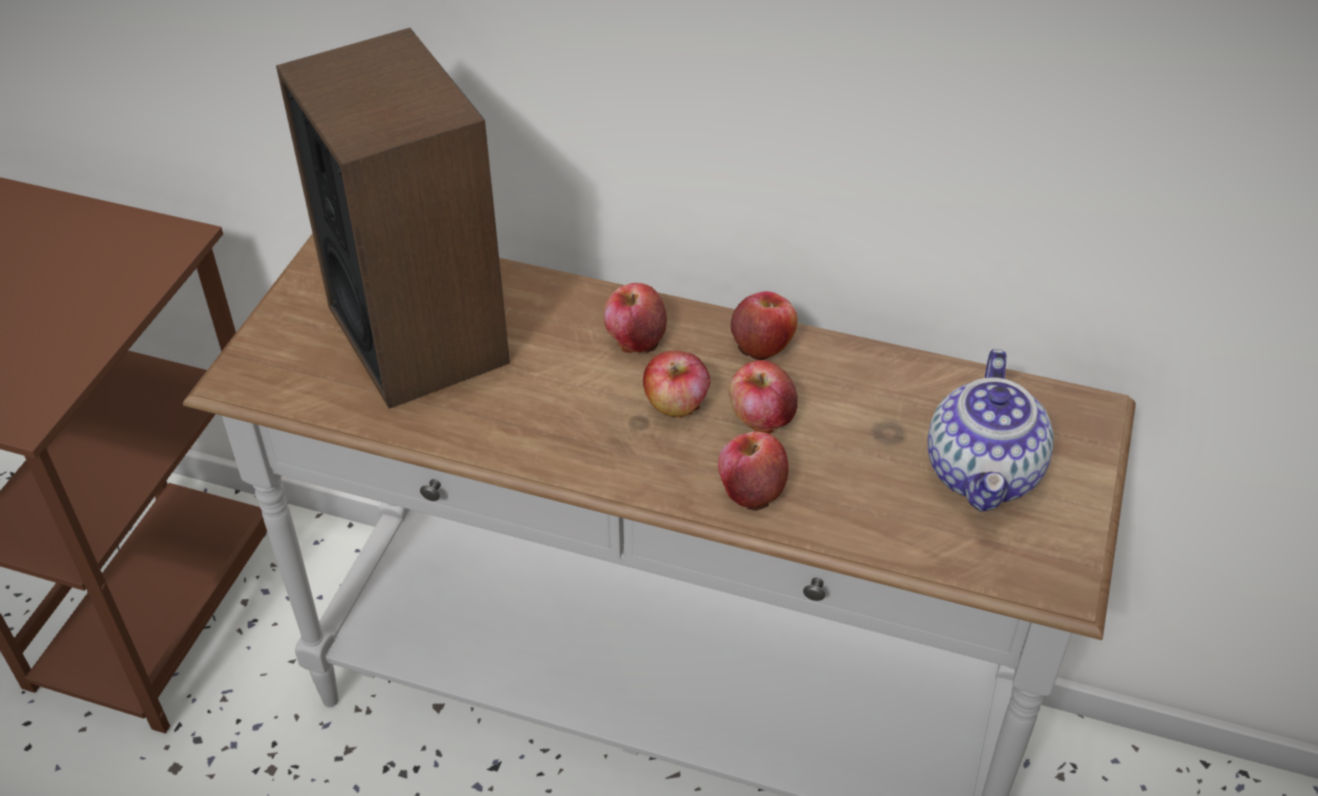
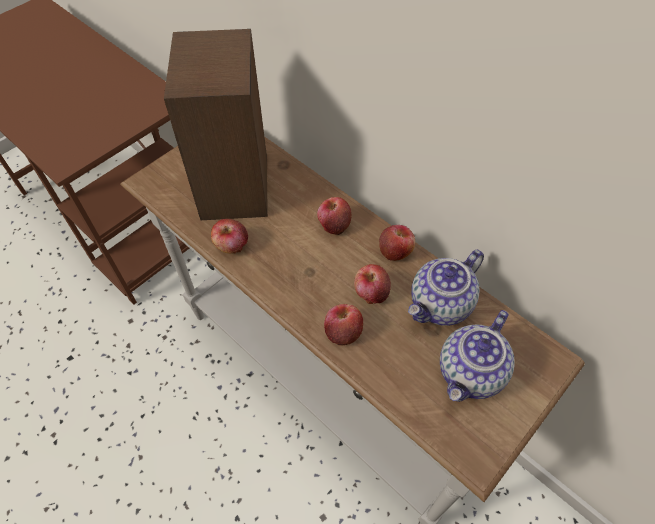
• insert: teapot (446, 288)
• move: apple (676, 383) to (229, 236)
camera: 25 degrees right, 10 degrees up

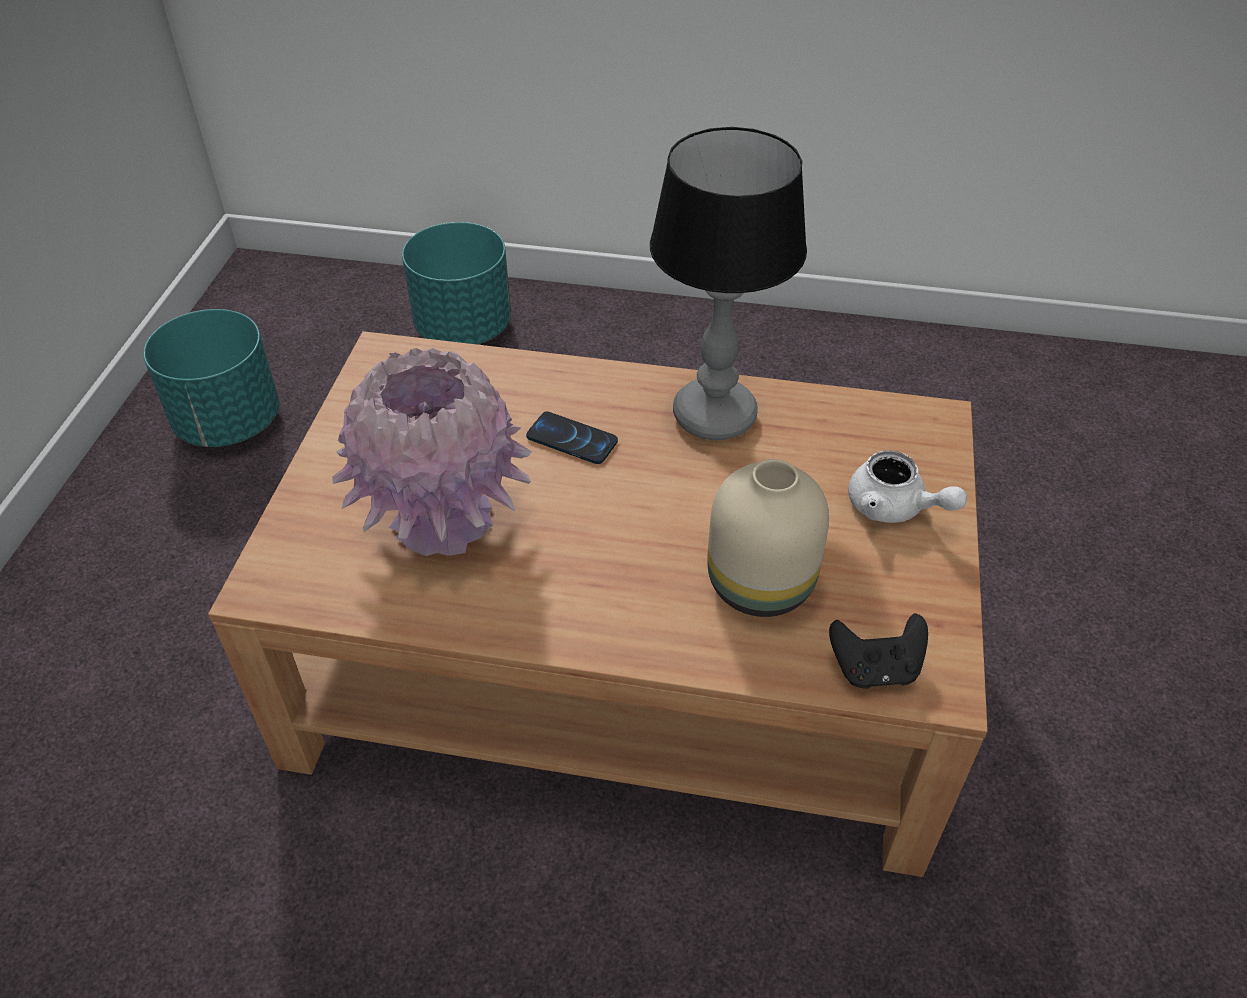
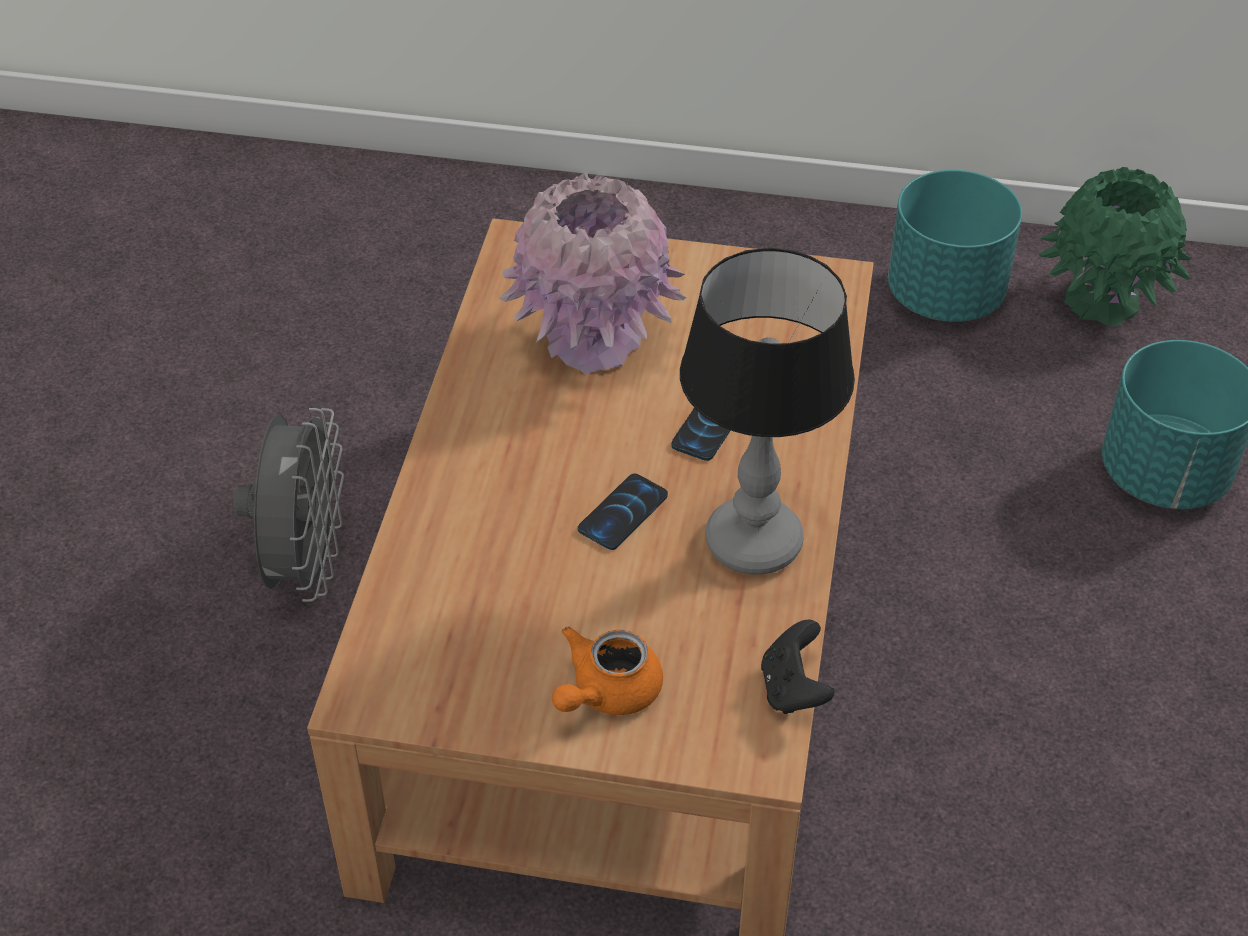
• delete: beige vase (768, 538)
• insert: grey fan (288, 505)
• insert: phone (622, 512)
• insert: green vase (1115, 246)
• move: black game controller (878, 651) to (798, 667)
• recolor: white teapot (907, 486) to orange teapot (607, 670)
camera: 90 degrees right, 0 degrees up

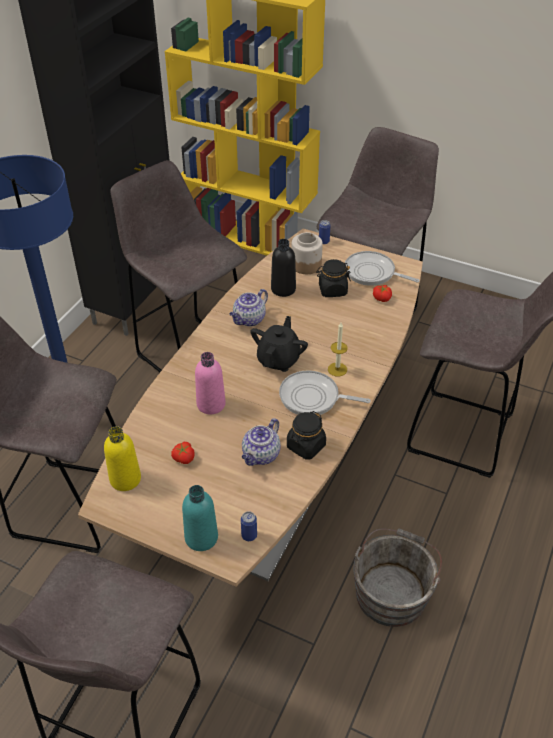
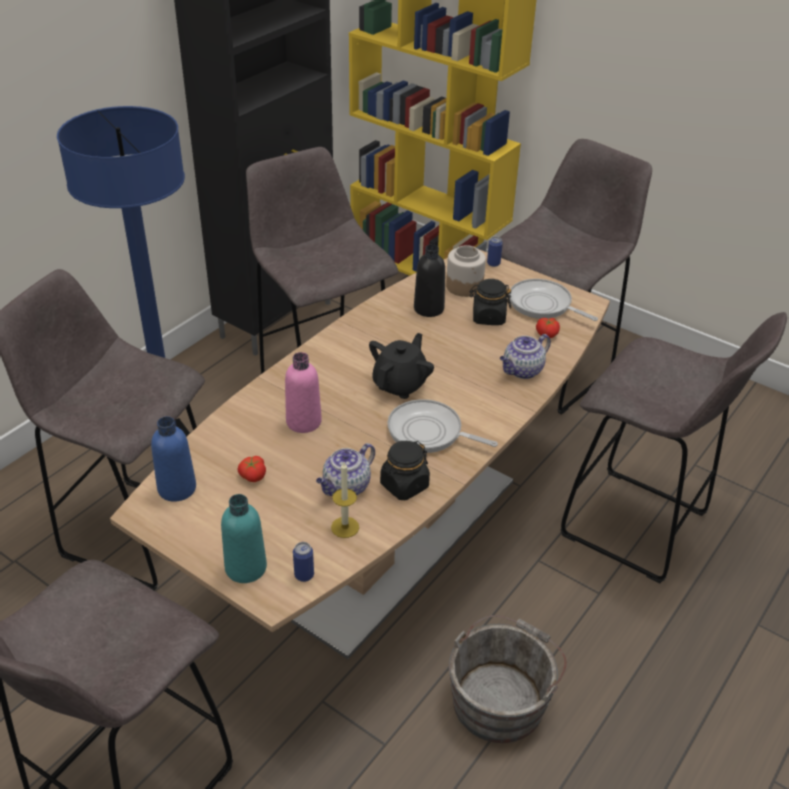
• move: teapot (248, 307) to (525, 356)
• move: candle (338, 350) to (345, 500)
• recolor: yellow bottle (122, 458) to blue bottle (173, 459)
camera: 10 degrees right, 5 degrees down

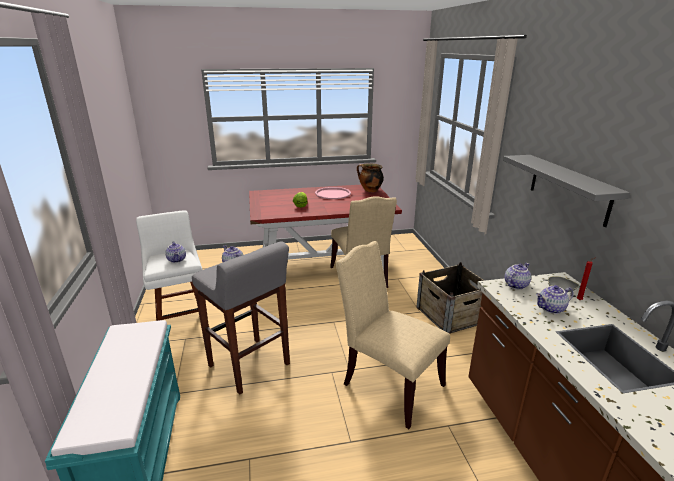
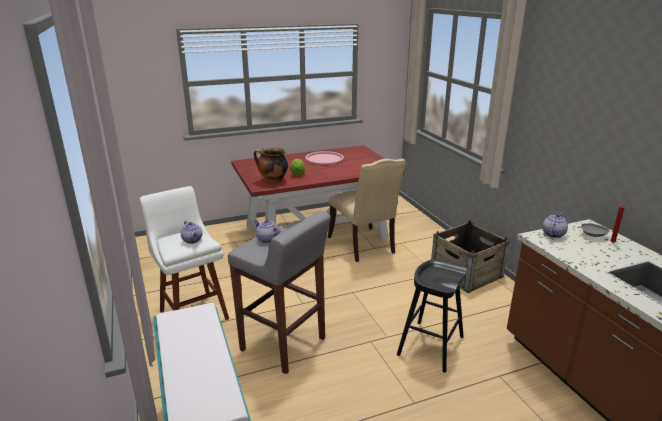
• delete: grey shelf (566, 191)
• delete: teapot (554, 299)
• move: cooking pot (370, 178) to (270, 165)
• replace: beige chair (393, 335) to black stool (432, 316)
camera: 10 degrees left, 0 degrees up

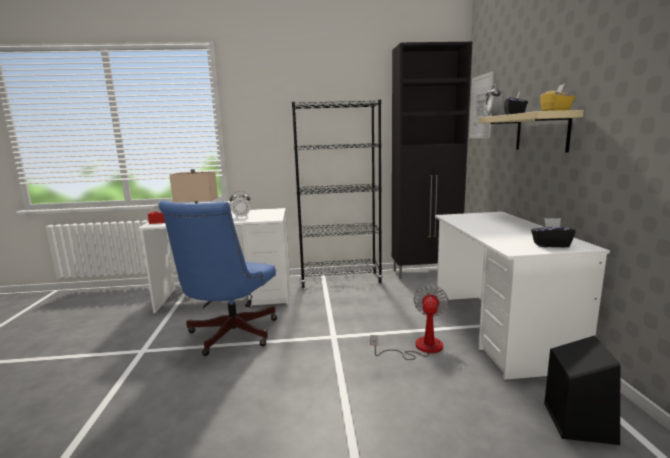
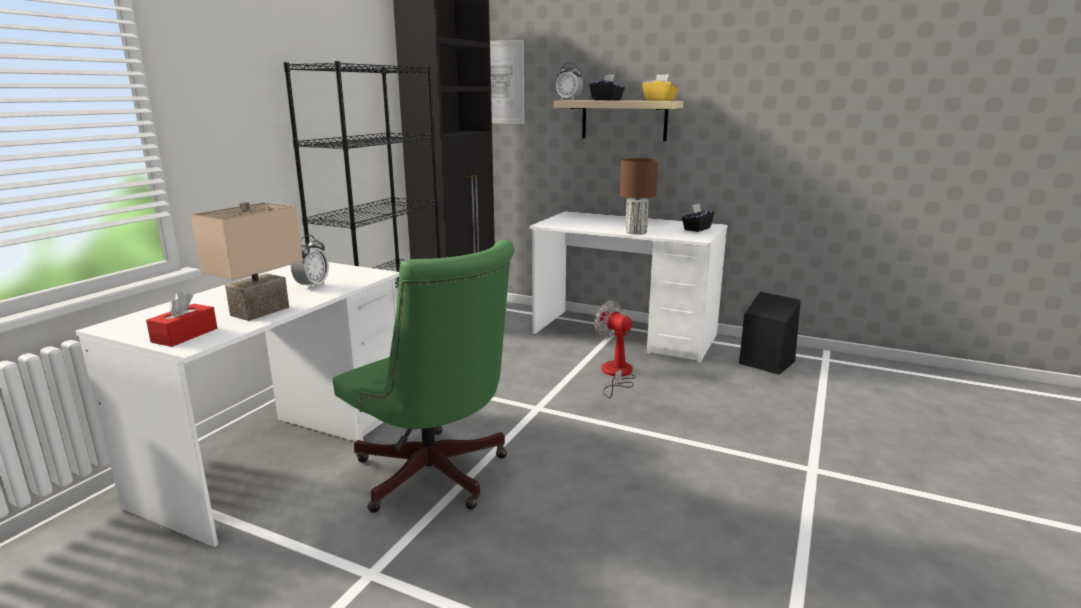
• insert: brown table lamp (639, 196)
• recolor: blue office chair (218, 278) to green office chair (424, 376)
camera: 60 degrees left, 5 degrees up

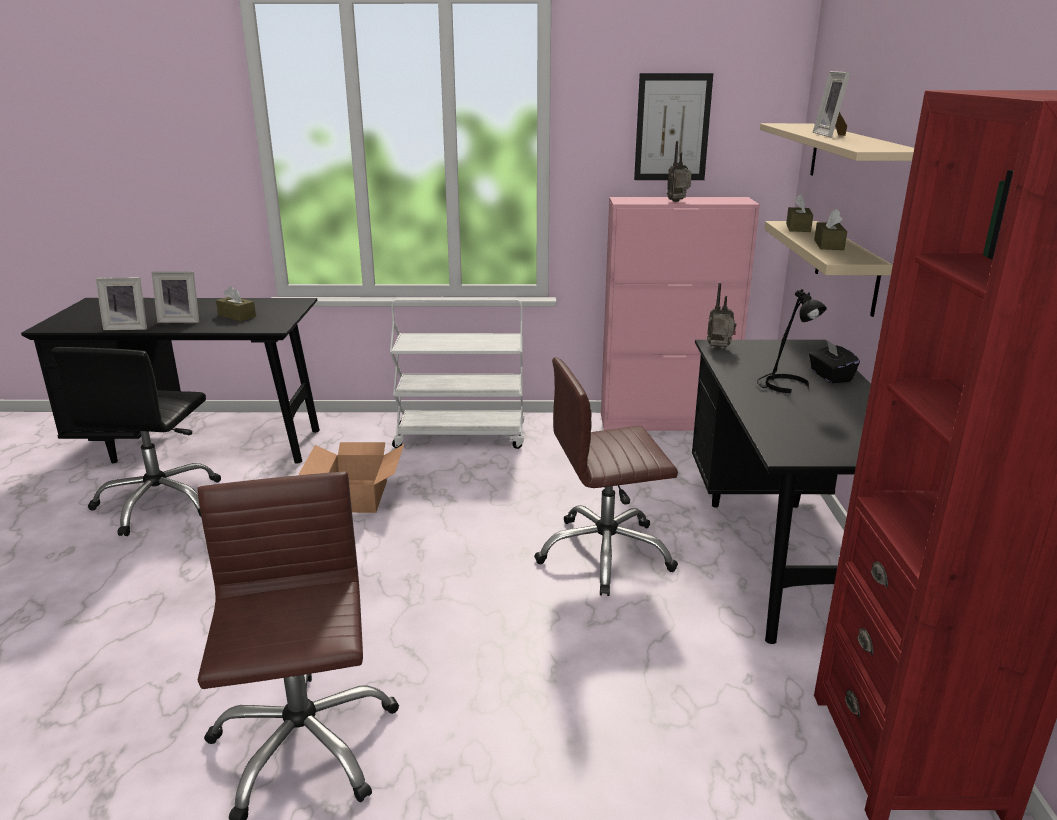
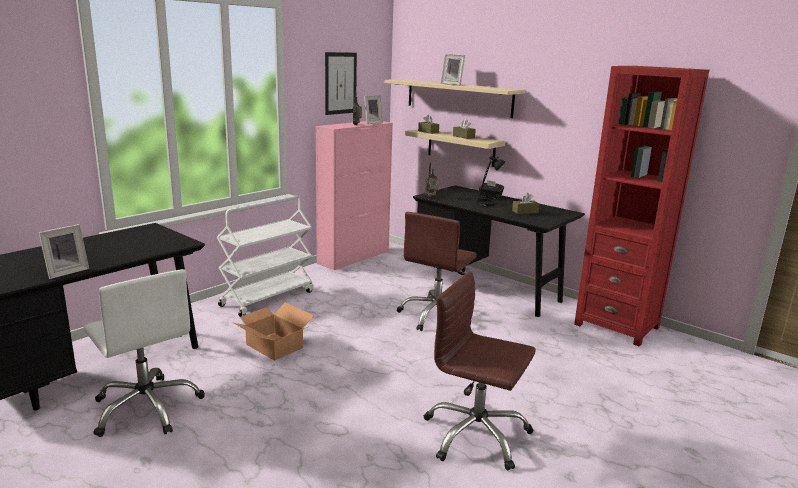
• move: picture frame (175, 297) to (373, 109)
• move: brown tissue box (236, 303) to (525, 203)
• recolor: black office chair (136, 441) to white office chair (144, 353)
camera: 50 degrees left, 5 degrees down

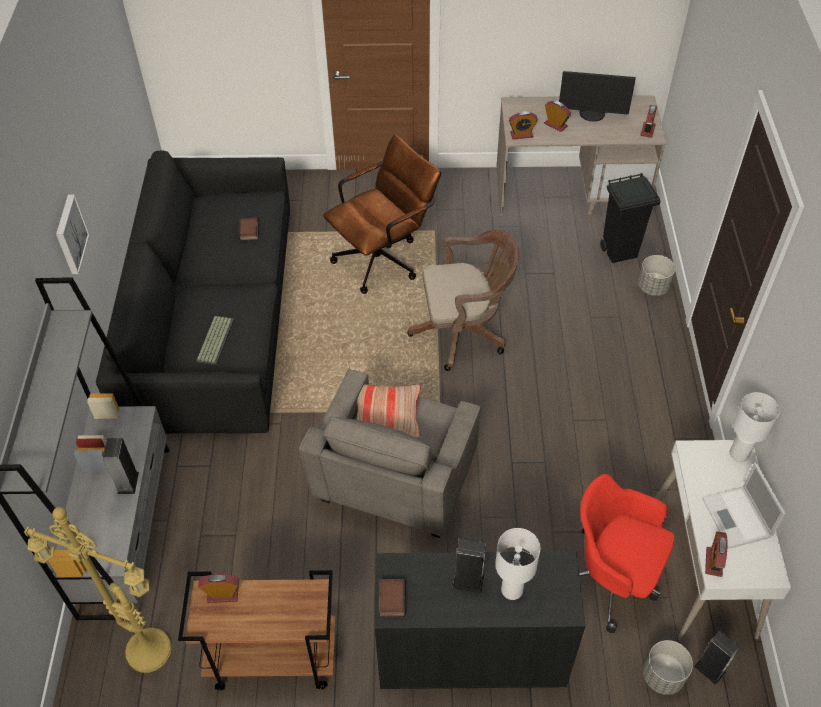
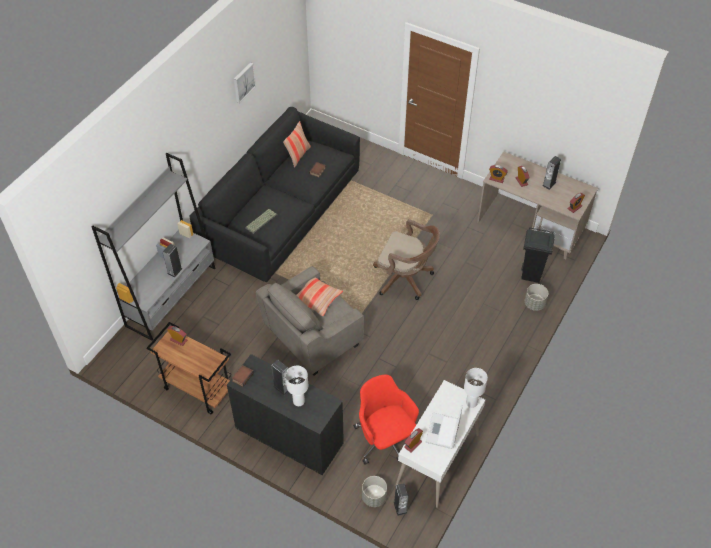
• delete: yellow floor lamp (98, 590)
• delete: brown office chair (382, 214)
• insert: pillow (297, 144)
• move: picture (73, 234) to (245, 82)
• replace: monitor (597, 96) to speaker (551, 173)
camera: 30 degrees right, 0 degrees up

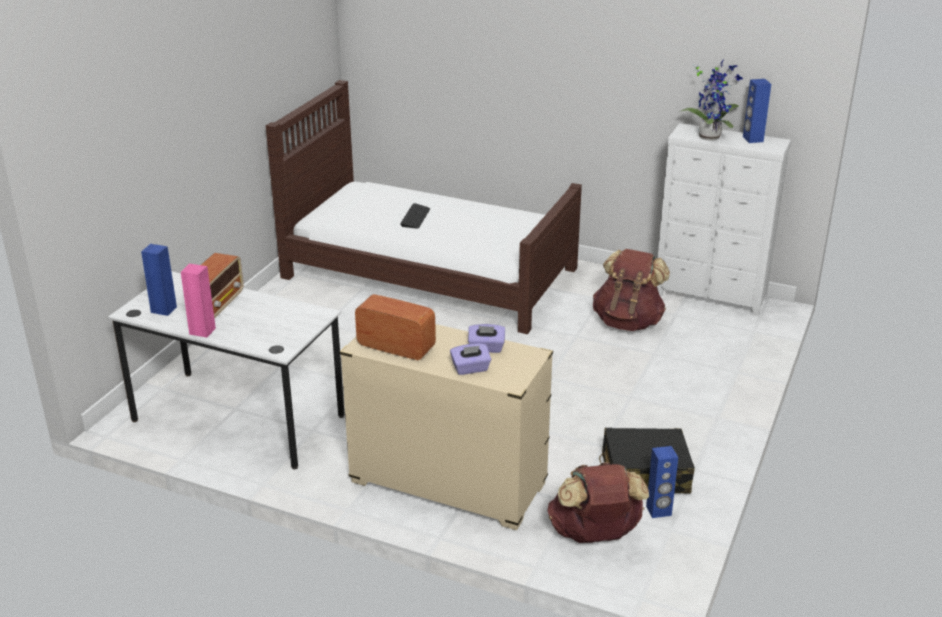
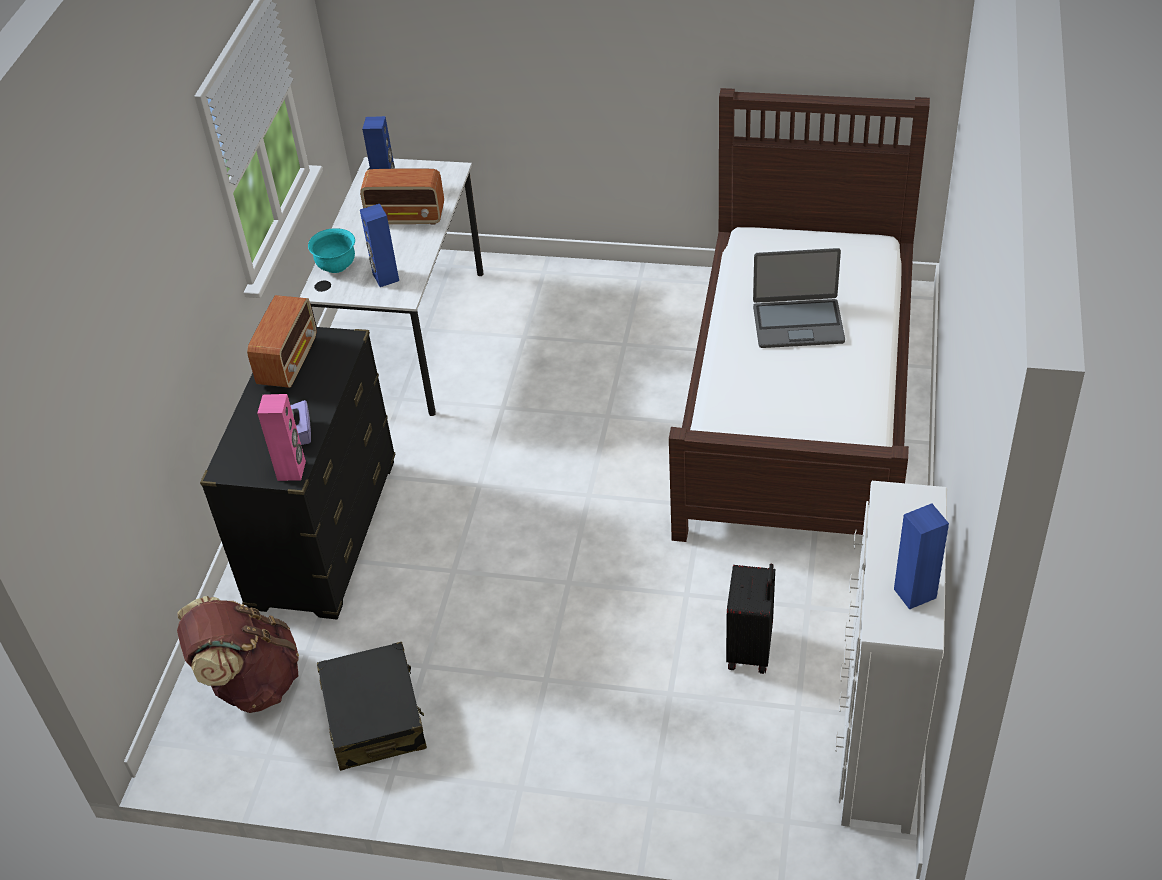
• delete: purple tissue box (470, 359)
• delete: potted plant (711, 100)
• insert: turquoise bowl (331, 250)
• move: pink speaker (198, 300) to (281, 437)
• move: blue speaker (662, 482) to (379, 245)
• replace: keyboard (415, 216) to laptop (799, 298)
• replace: brown backpack (631, 290) to black suitcase (750, 619)
• recolor: beige dresser (446, 427) to black dresser (298, 473)
camera: 80 degrees right, 15 degrees up

